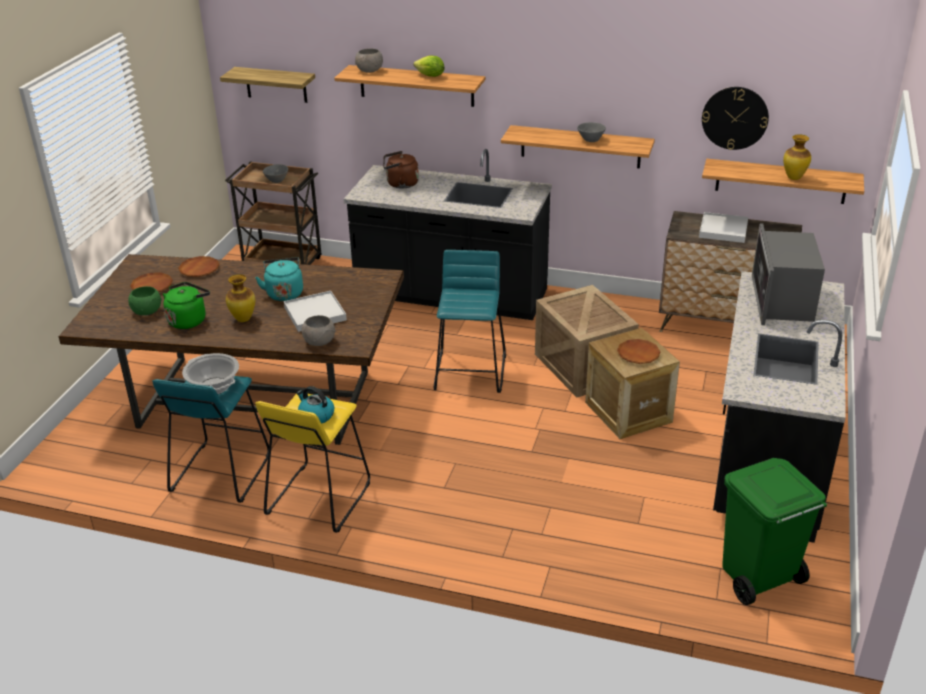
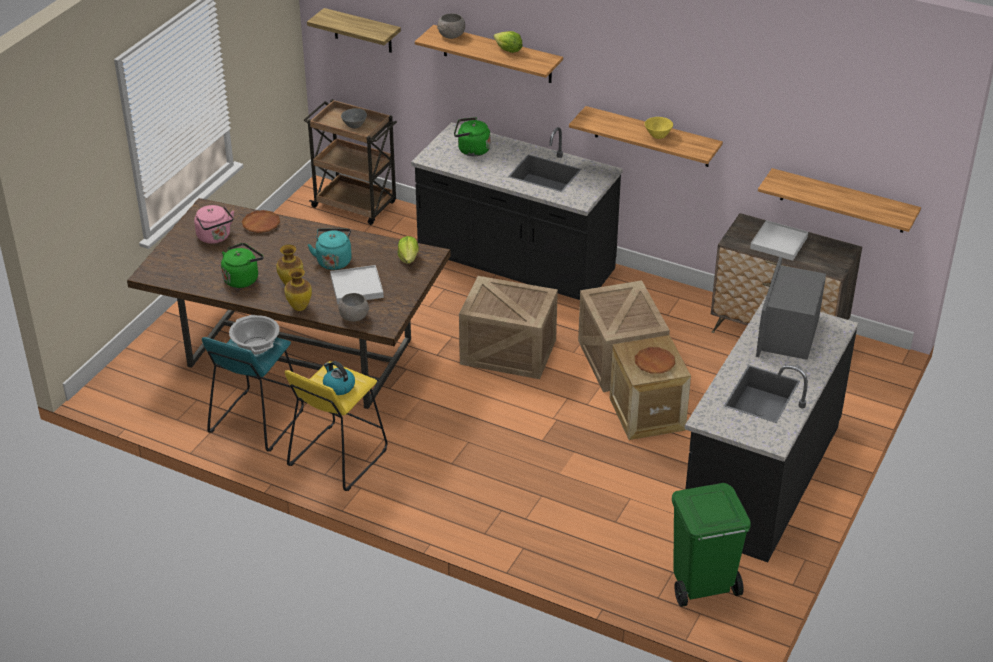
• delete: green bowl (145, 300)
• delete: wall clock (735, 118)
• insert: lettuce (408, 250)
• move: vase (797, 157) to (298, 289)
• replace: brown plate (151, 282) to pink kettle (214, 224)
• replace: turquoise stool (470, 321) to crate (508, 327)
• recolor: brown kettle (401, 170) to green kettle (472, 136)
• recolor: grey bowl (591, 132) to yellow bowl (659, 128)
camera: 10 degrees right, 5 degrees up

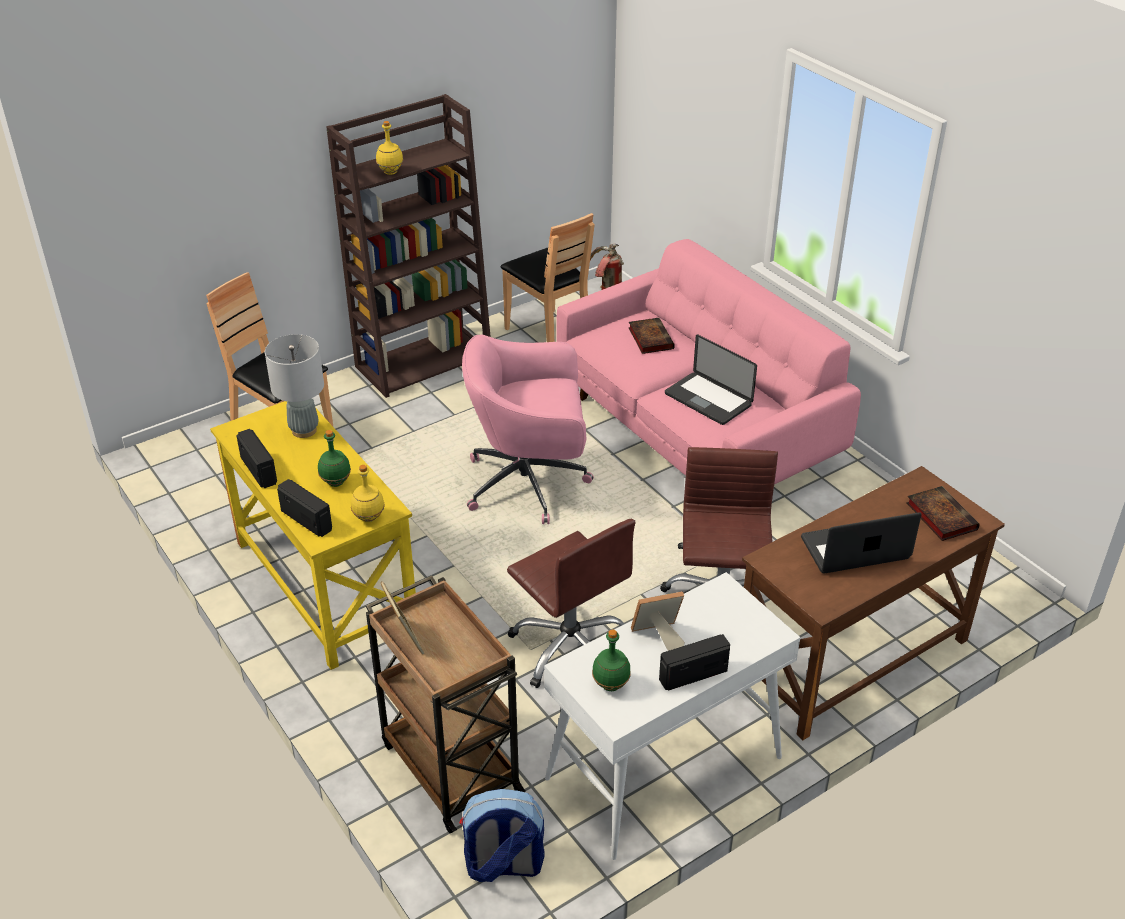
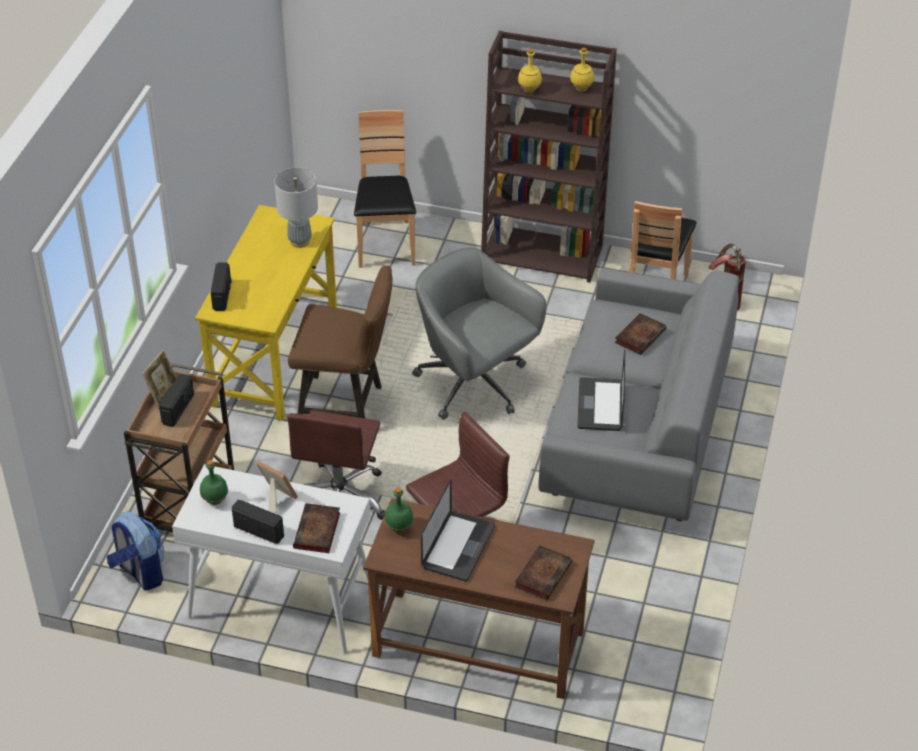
• insert: brown stool (340, 342)
• insert: book (316, 528)
• move: radio (256, 458) to (176, 400)
• move: green bottle (334, 458) to (399, 510)
• move: yellow bottle (368, 494) to (582, 69)
• recolor: pink office chair (528, 429) to grey office chair (479, 333)
• recolor: pink sofa (708, 361) to grey sofa (639, 394)
• rotate: laptop (861, 543) = (458, 530) 75 degrees clockwise
camera: 50 degrees right, 5 degrees up

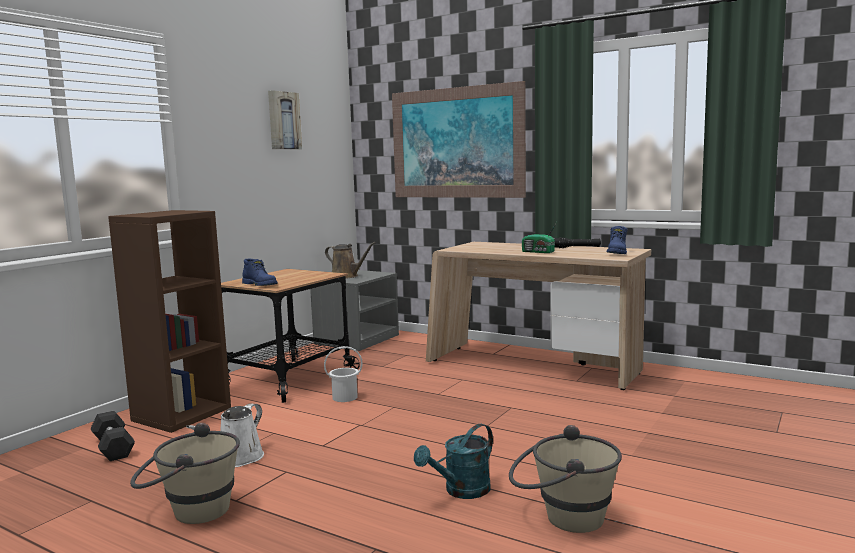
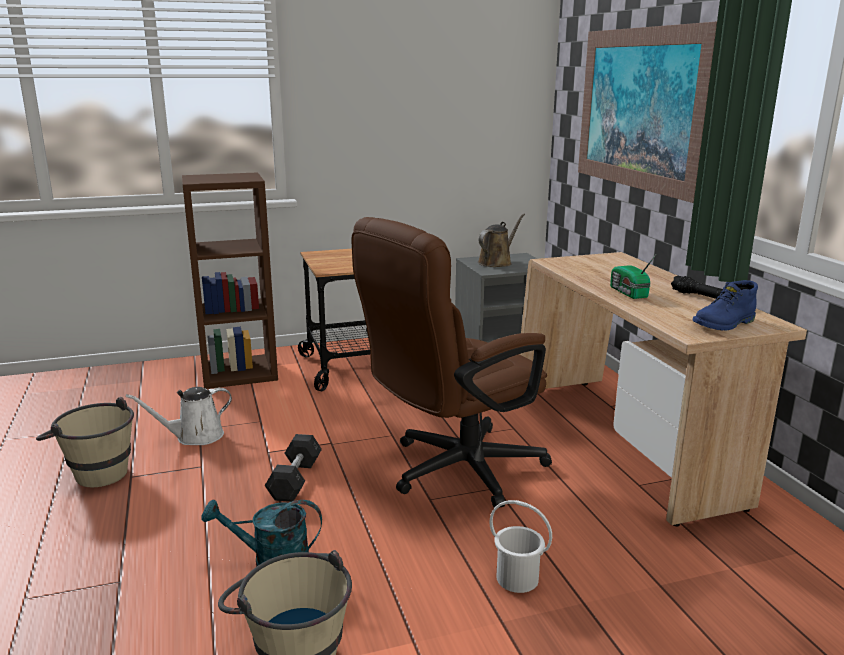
• delete: blue boot (259, 272)
• delete: picture (285, 119)
• insert: brown office chair (451, 362)
• move: grey dumbbell (113, 436) to (293, 468)
• move: white bucket (343, 374) to (520, 546)
• rotate: brown watering can (350, 260) = (501, 240) 120 degrees counterclockwise
camera: 40 degrees right, 10 degrees up

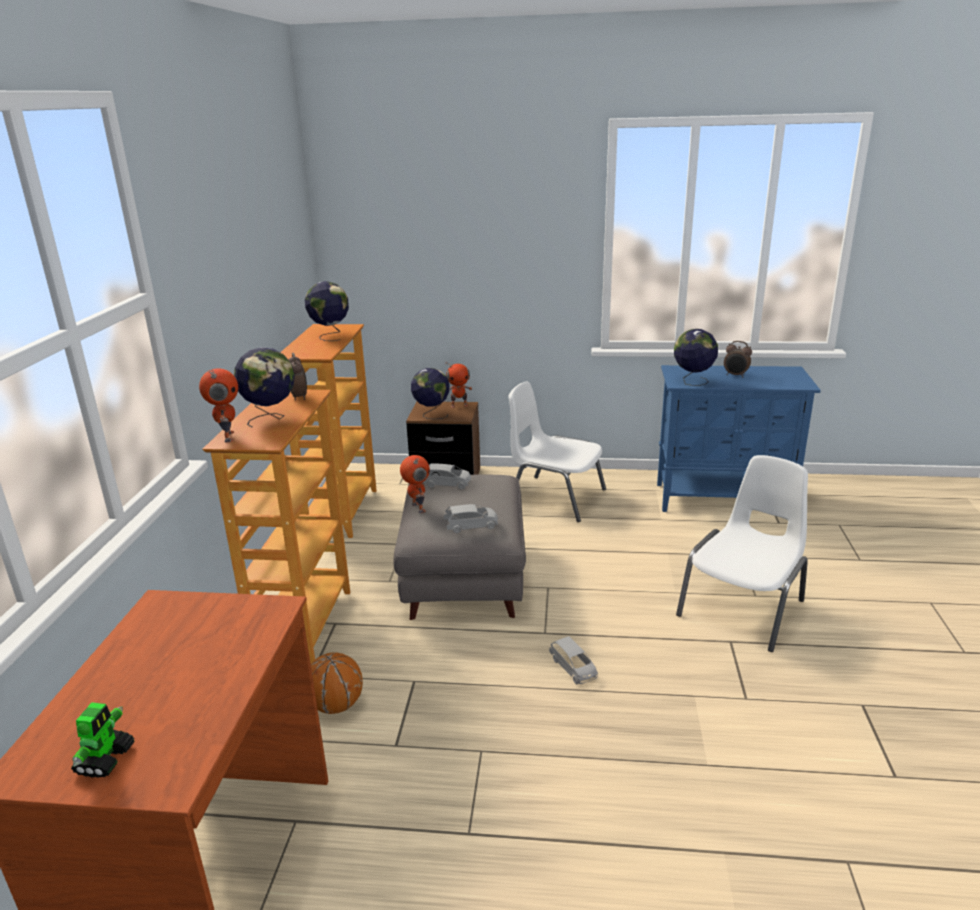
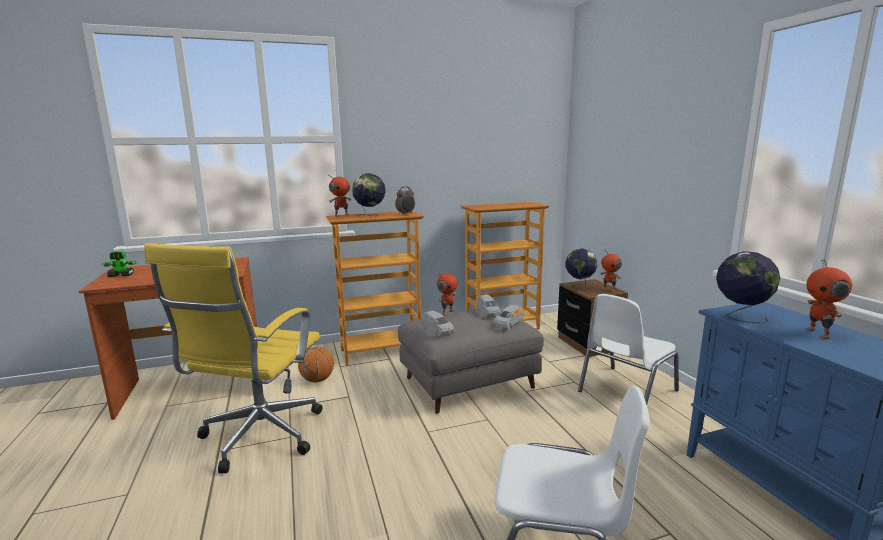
• delete: globe (327, 311)
• insert: yellow office chair (233, 358)
• move: grey toy car (573, 660) to (509, 317)
• replace: alarm clock (738, 359) to toy robot (828, 299)
• rotate: white chair (557, 452) = (628, 349) 135 degrees counterclockwise
camera: 65 degrees right, 10 degrees down

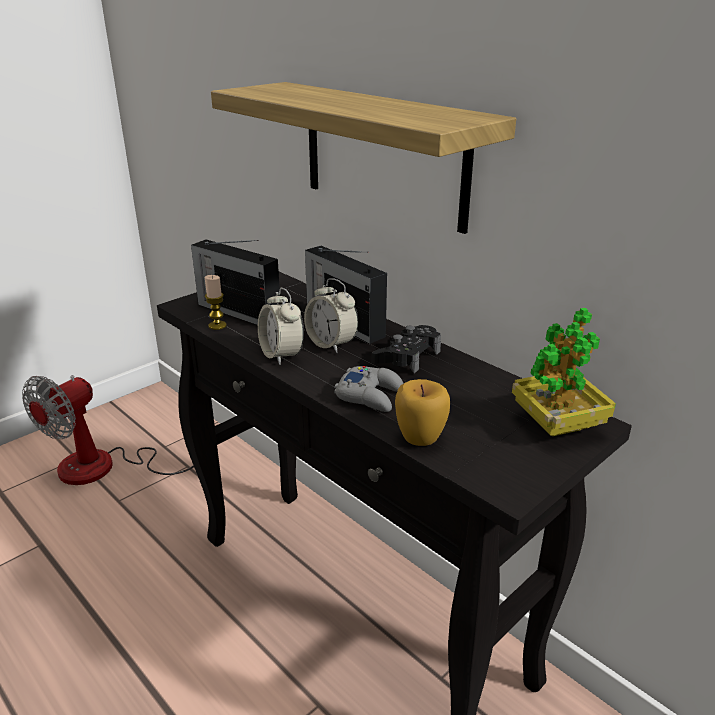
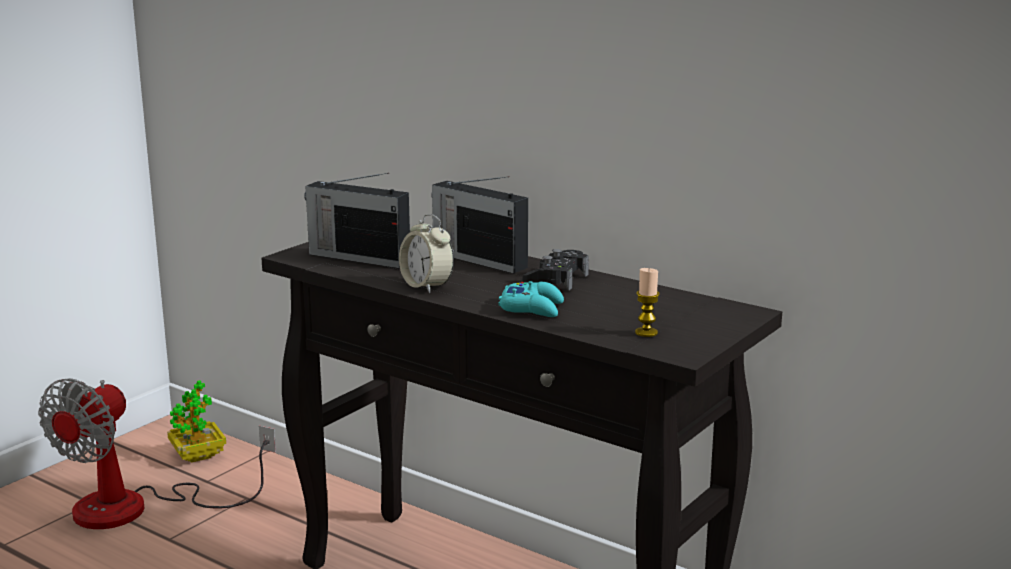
• delete: shelf (363, 158)
• delete: alarm clock (331, 315)
• delete: apple (422, 412)
• move: candle (216, 302) to (647, 302)
• move: potted plant (564, 372) to (196, 421)
• recolor: grey game controller (369, 389) to turquoise game controller (531, 299)
camera: 10 degrees left, 10 degrees down

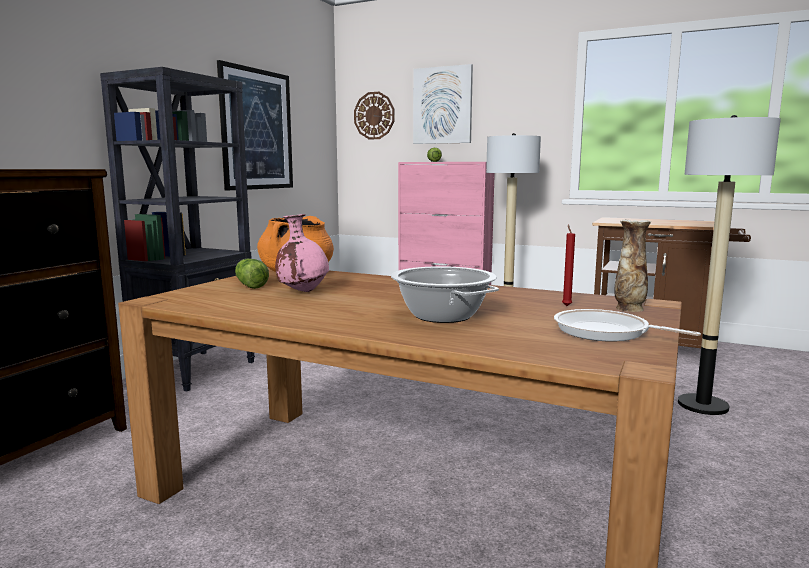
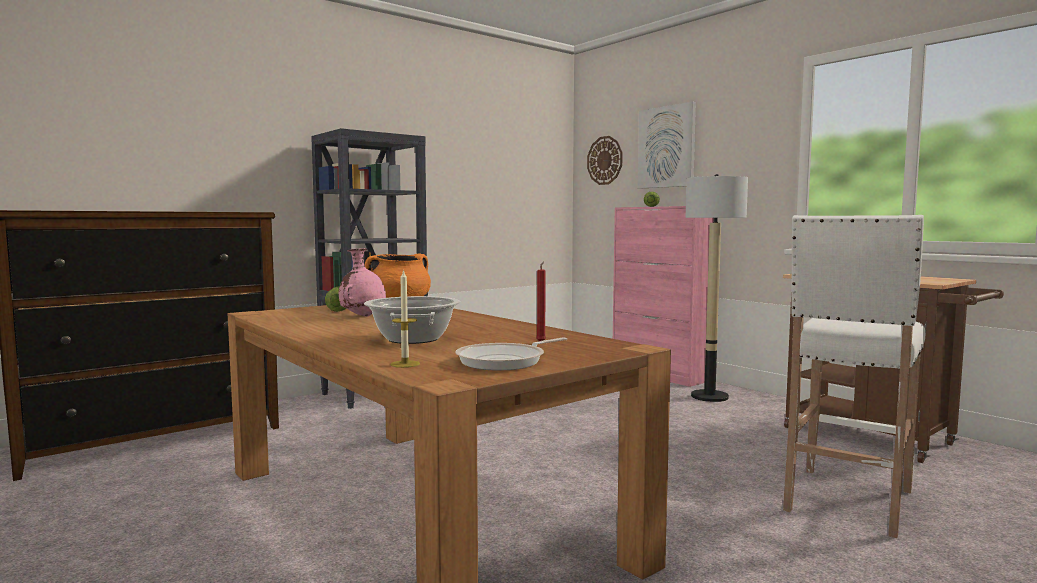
• delete: picture (255, 125)
• delete: vase (632, 266)
• insert: candle (405, 318)
• replace: floor lamp (729, 265) to white stool (854, 376)
• rotate: frying pan (627, 325) = (511, 354) 105 degrees counterclockwise
camera: 25 degrees right, 5 degrees down

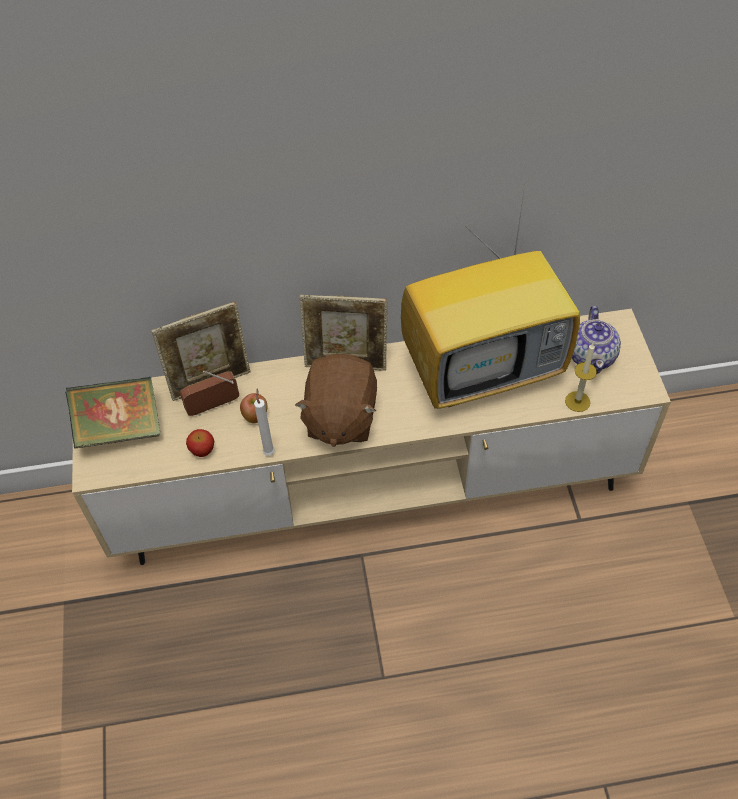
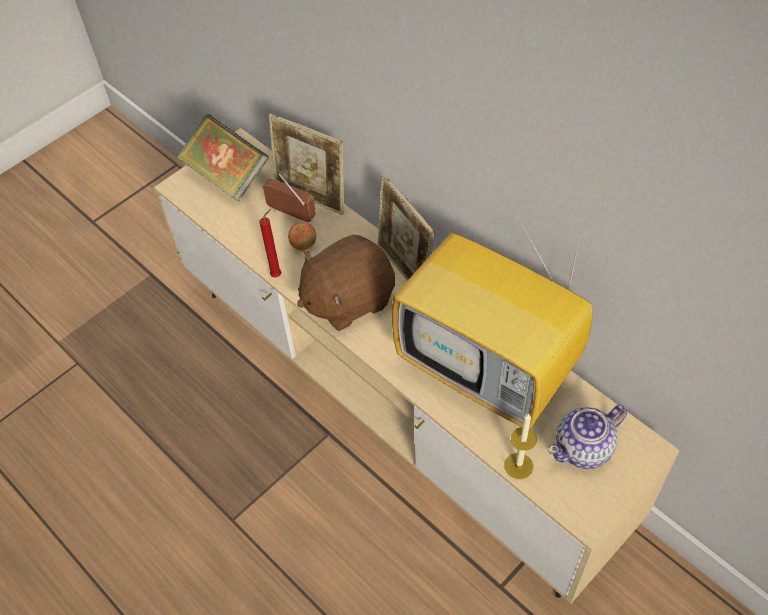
• delete: apple (200, 443)
• recolor: white candle (264, 422) to red candle (270, 243)
camera: 55 degrees right, 0 degrees up

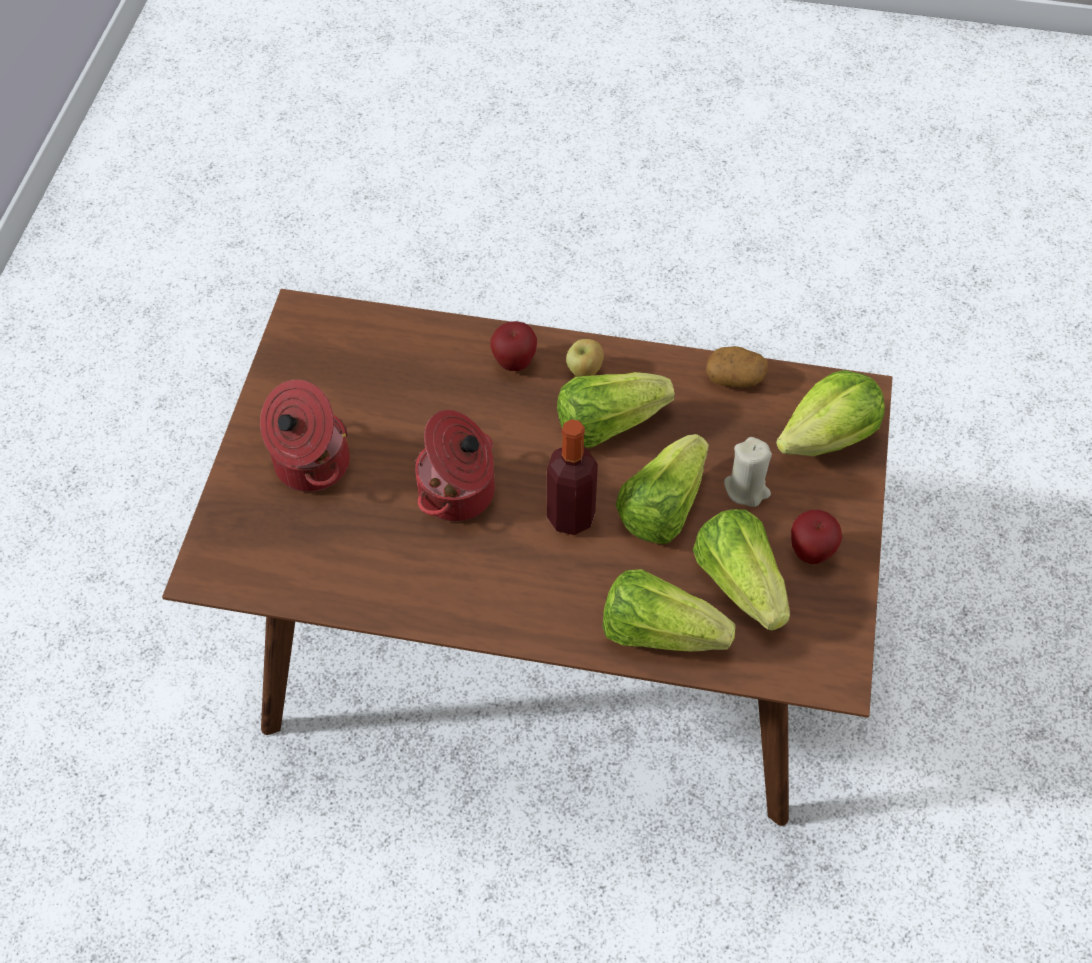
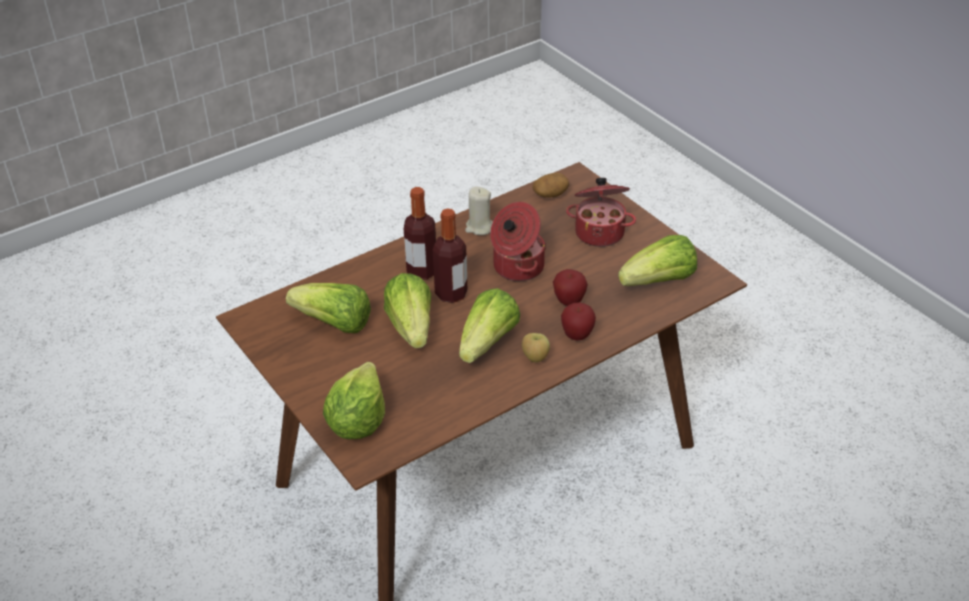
• insert: bottle (420, 233)
• move: lettuce (669, 610) to (657, 260)
• move: potato (737, 366) to (550, 185)
• move: beige candle (748, 472) to (479, 211)
• move: apple (816, 536) to (570, 287)
camera: 135 degrees right, 15 degrees down

